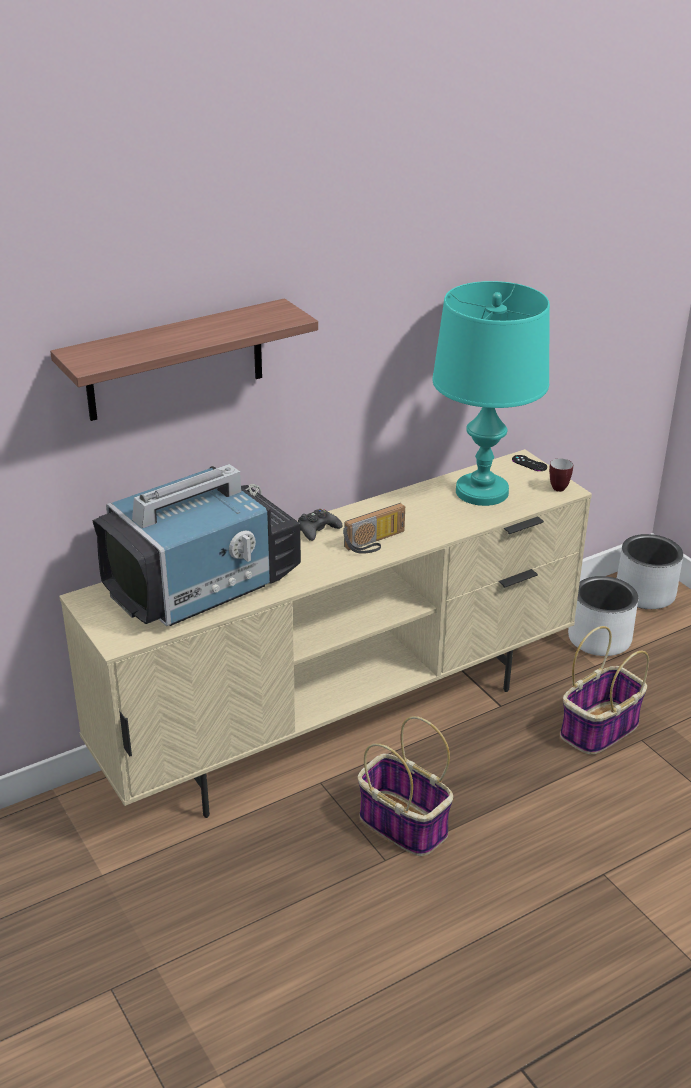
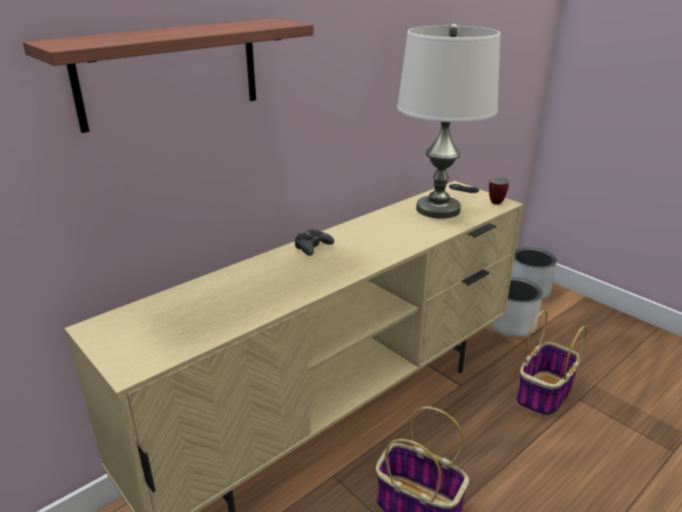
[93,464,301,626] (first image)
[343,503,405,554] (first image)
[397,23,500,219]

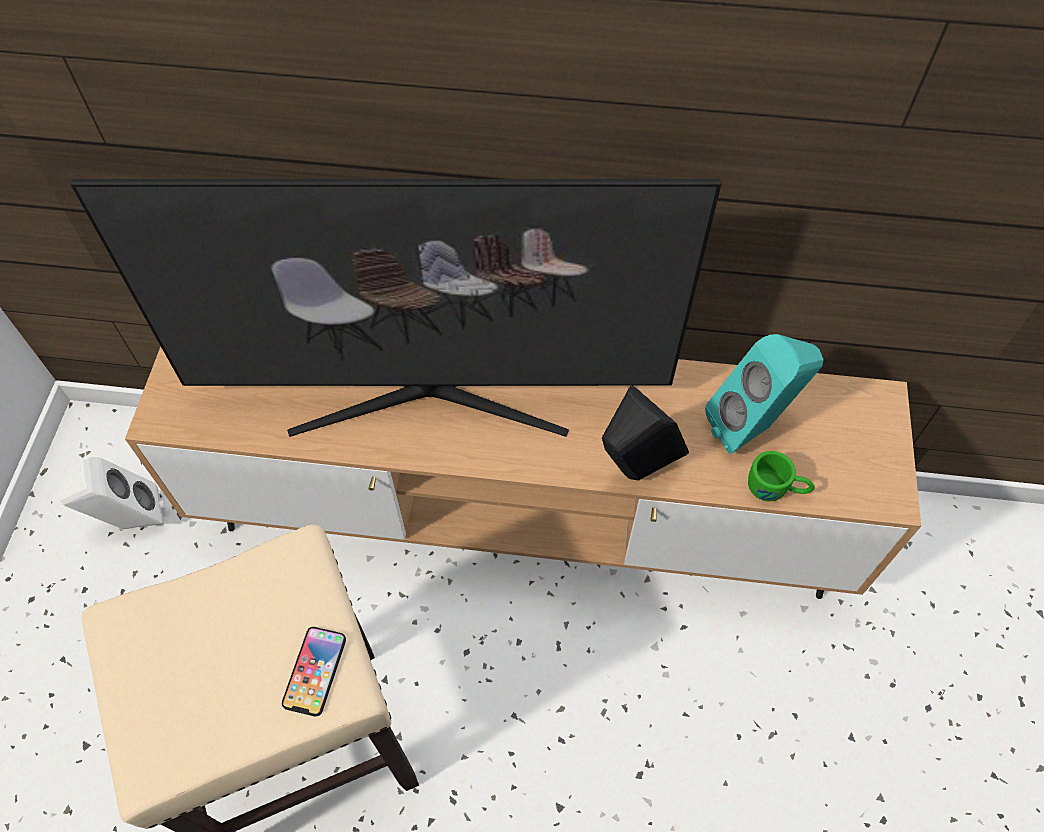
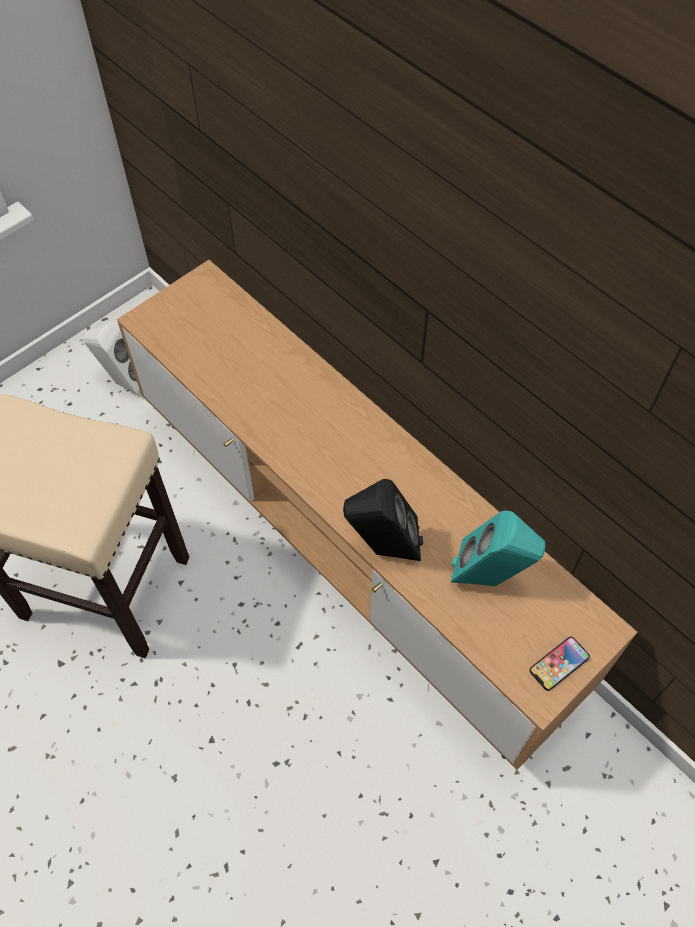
[70,179,722,437] (first image)
[529,637,590,691]
[748,451,815,502] (first image)

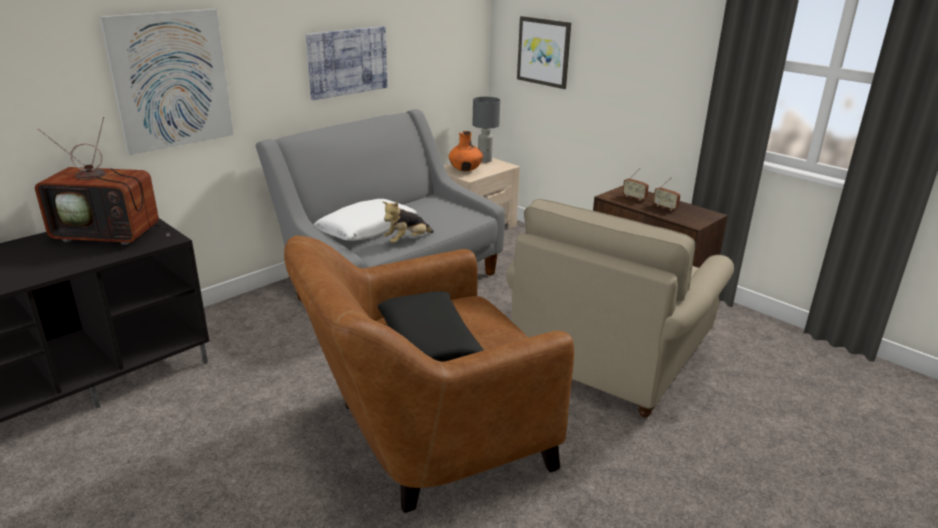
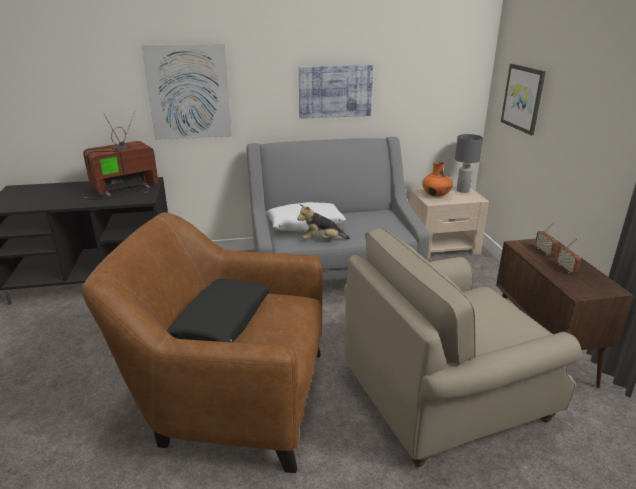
[83,111,158,200]

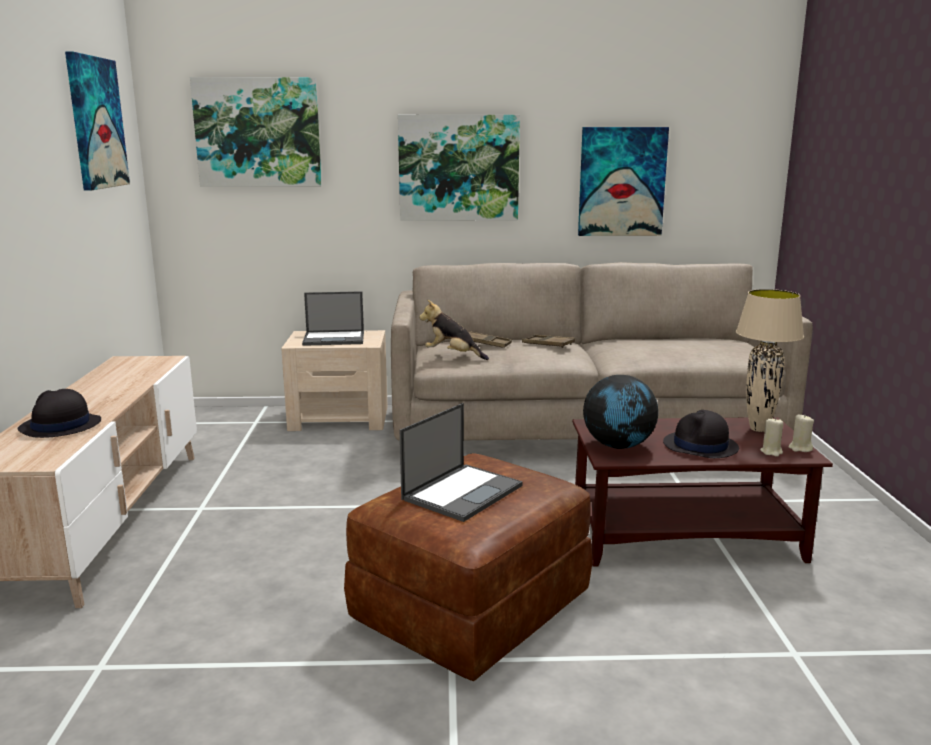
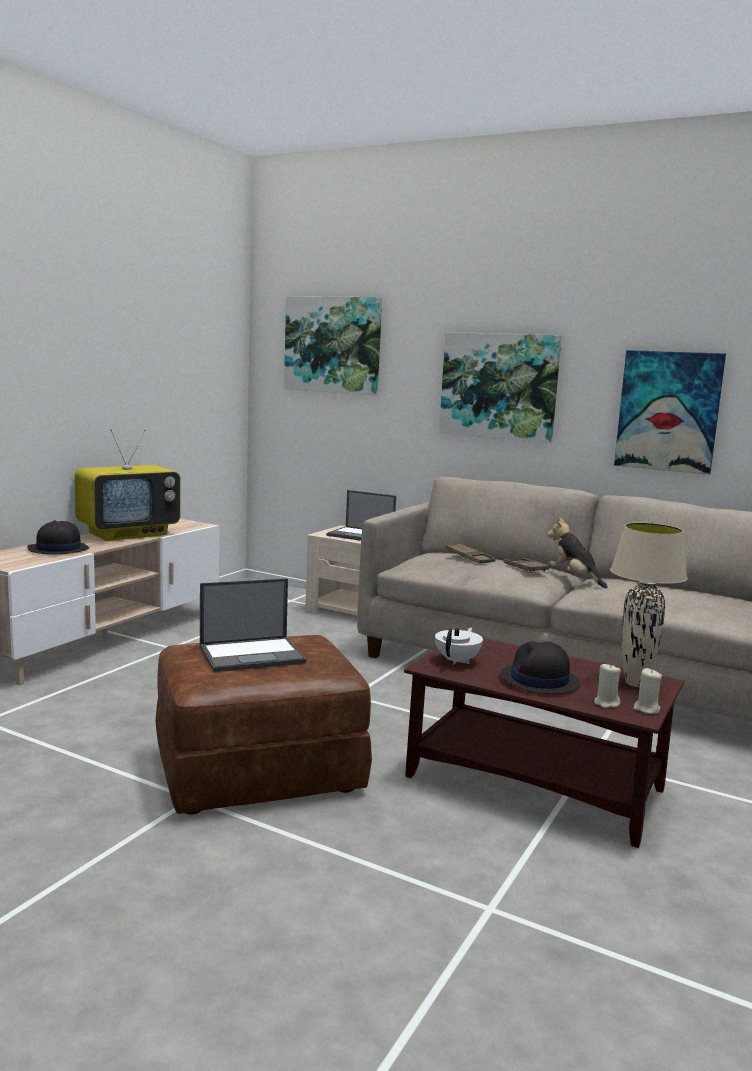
[65,51,130,191] (first image)
[547,518,608,588]
[435,627,483,665]
[75,429,181,541]

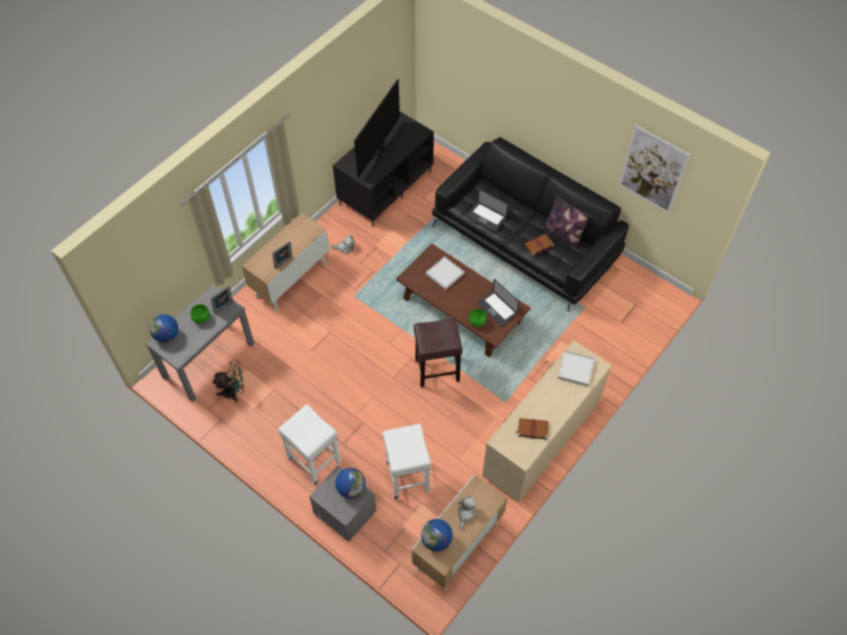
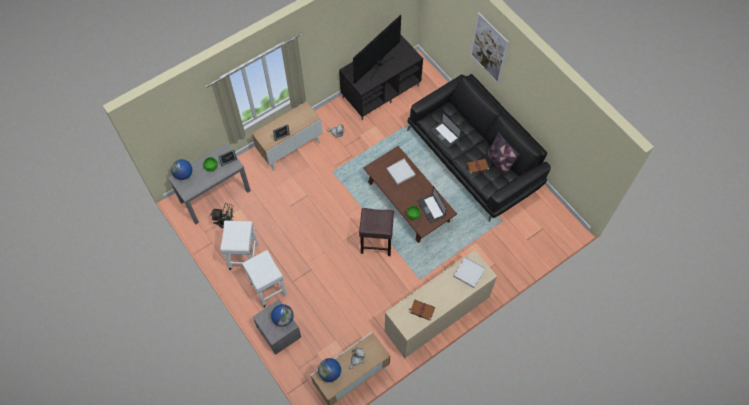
[220,221,258,270]
[470,12,509,84]

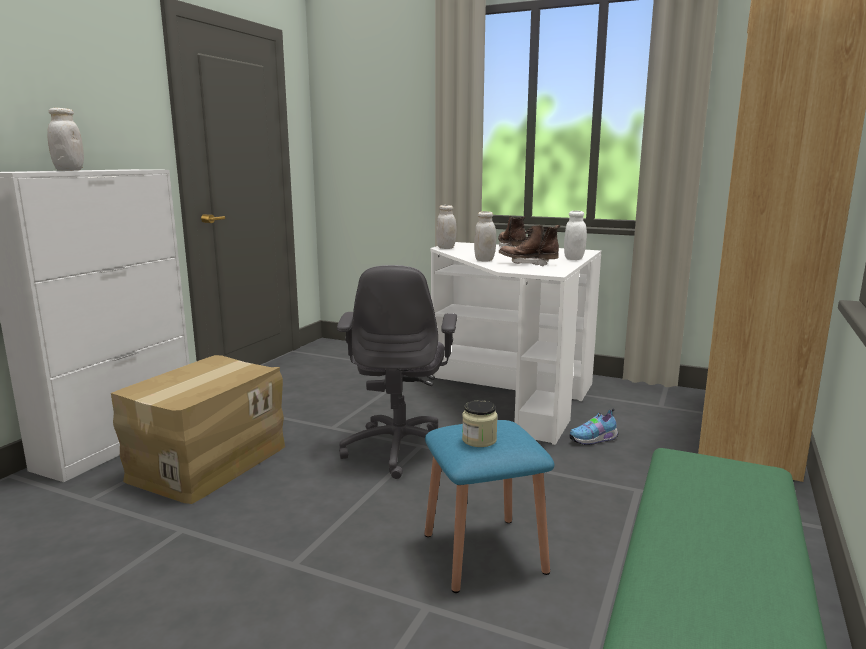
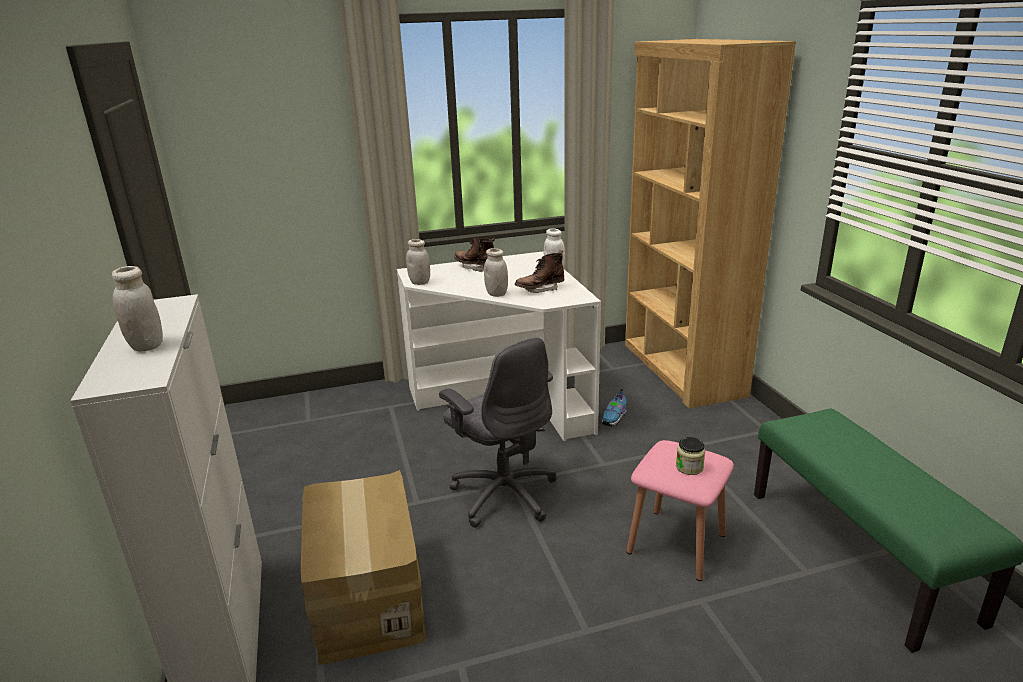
[627,440,734,581]

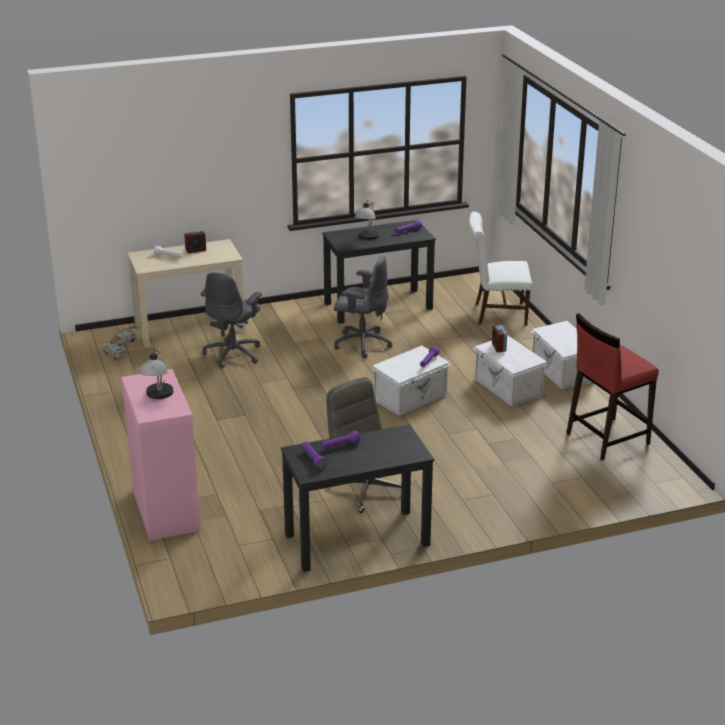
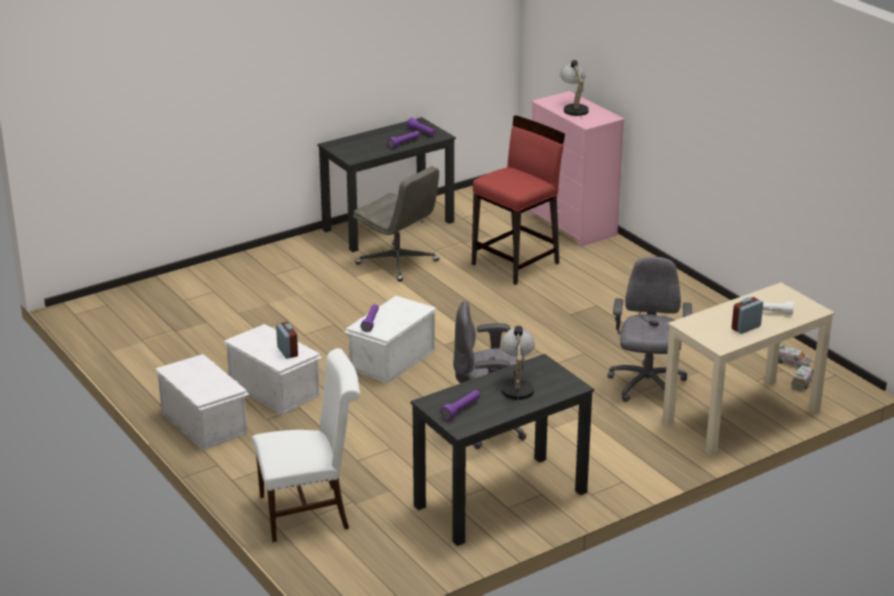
[472,115,565,285]

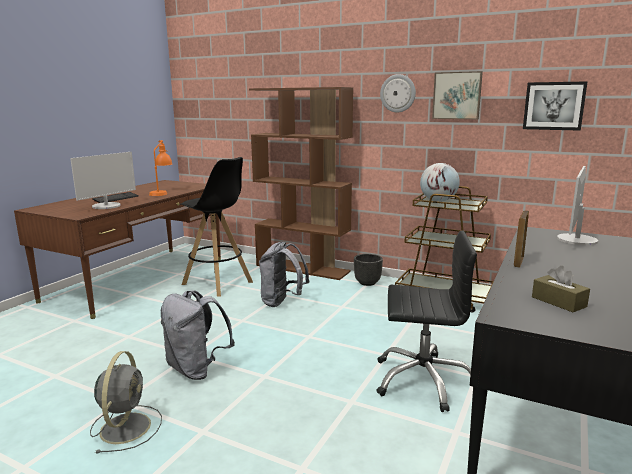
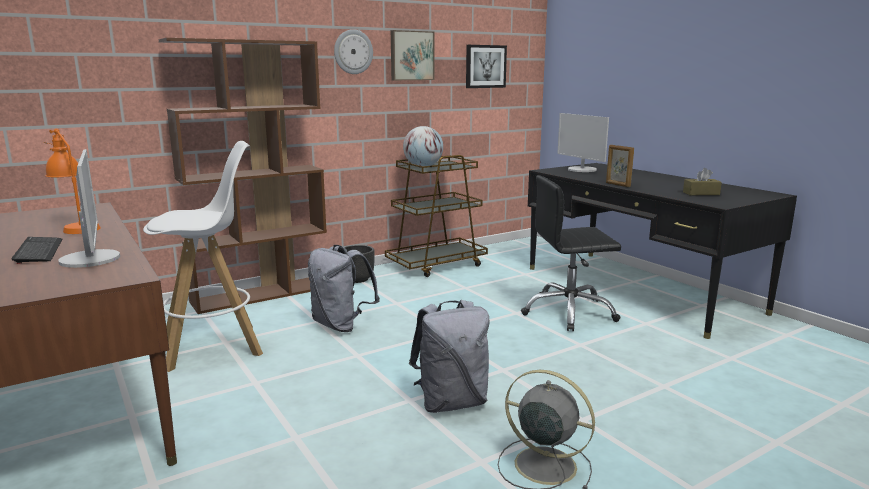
[143,141,263,372]
[521,175,621,331]

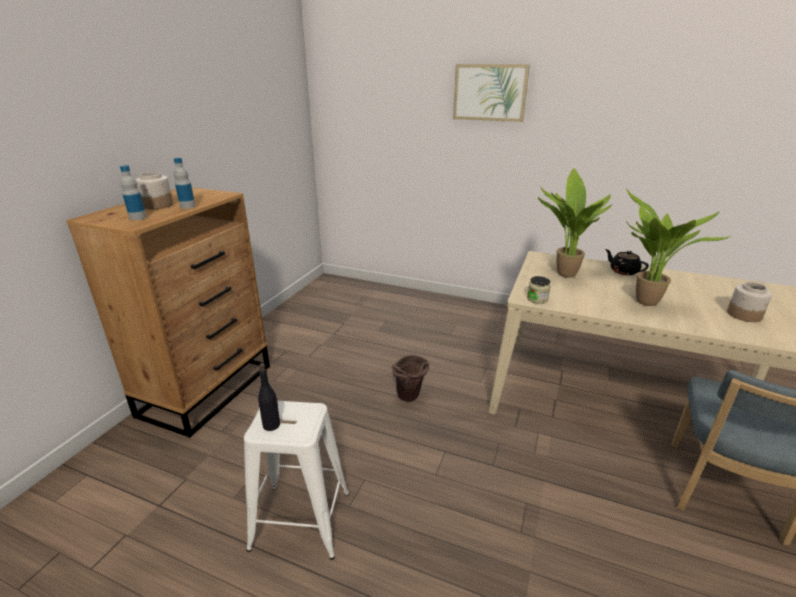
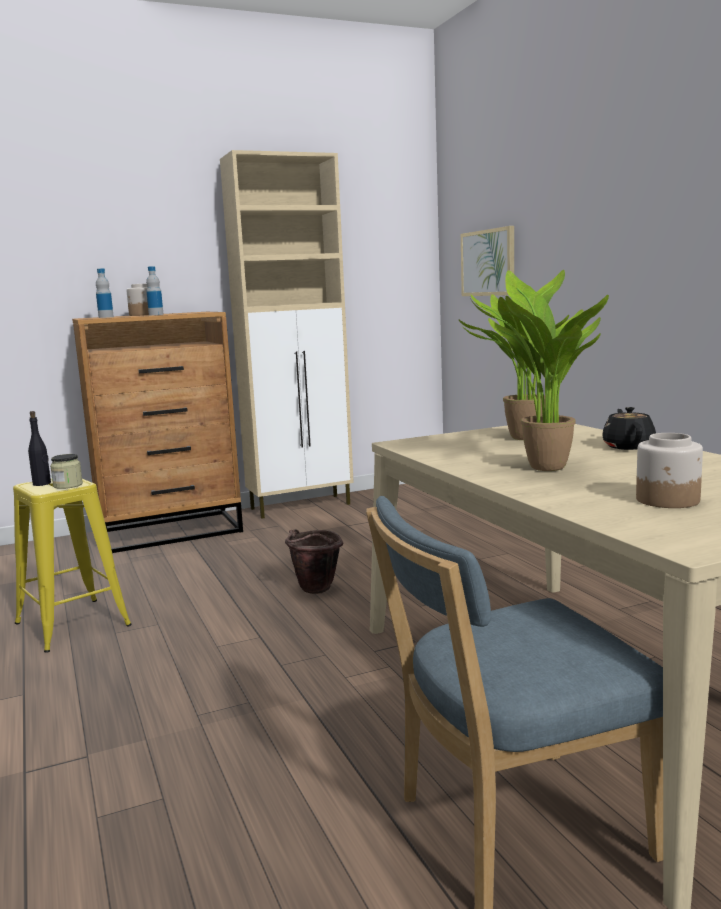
[13,478,132,652]
[461,226,514,296]
[50,454,83,489]
[220,150,354,518]

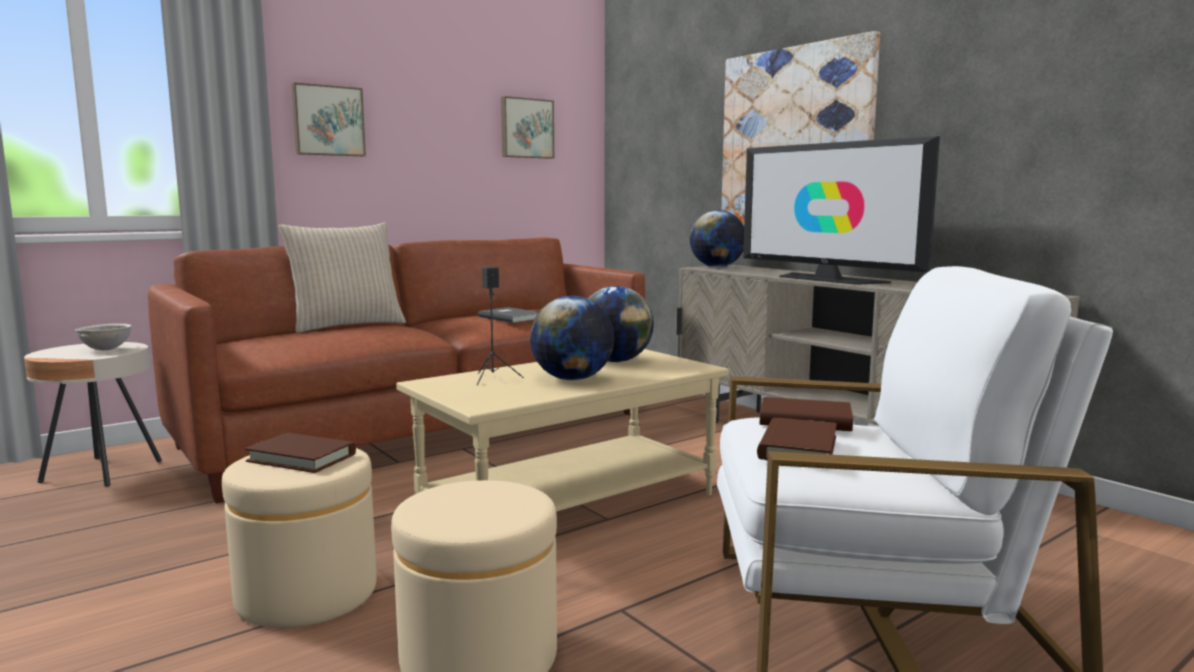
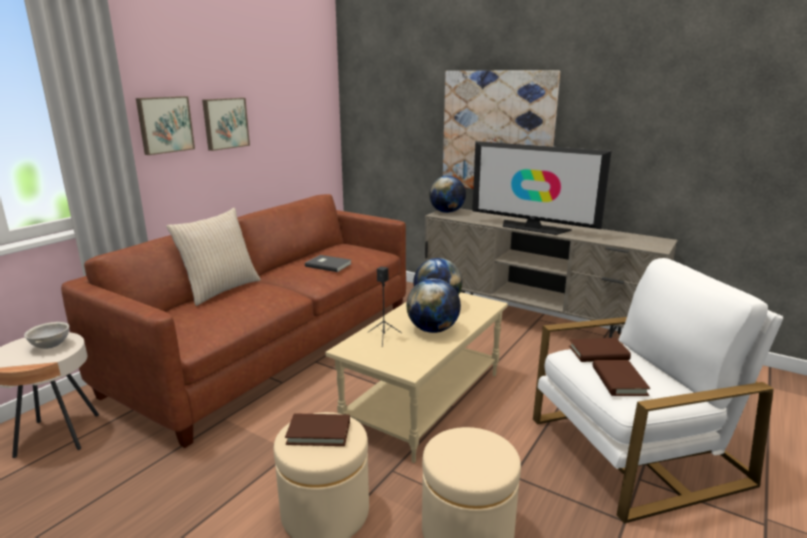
[202,98,250,151]

